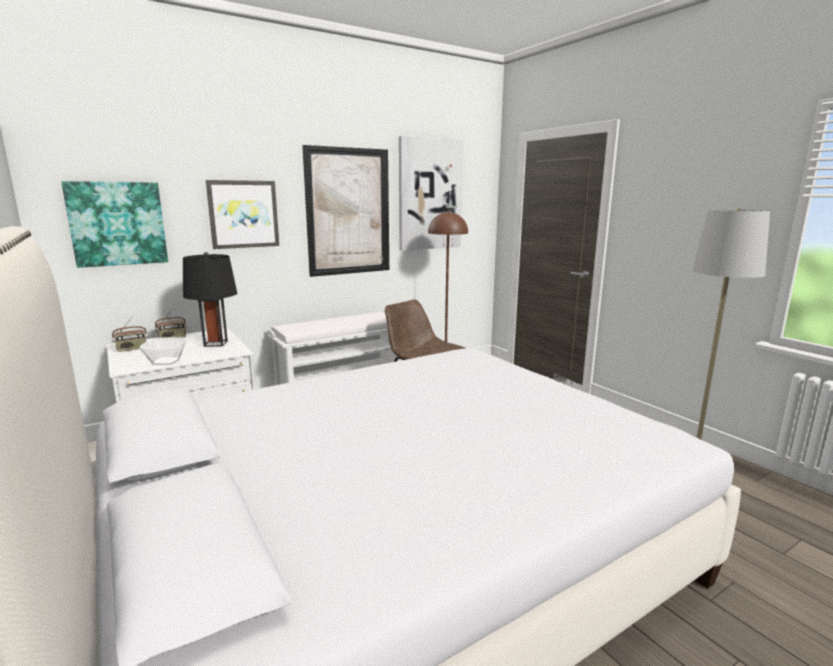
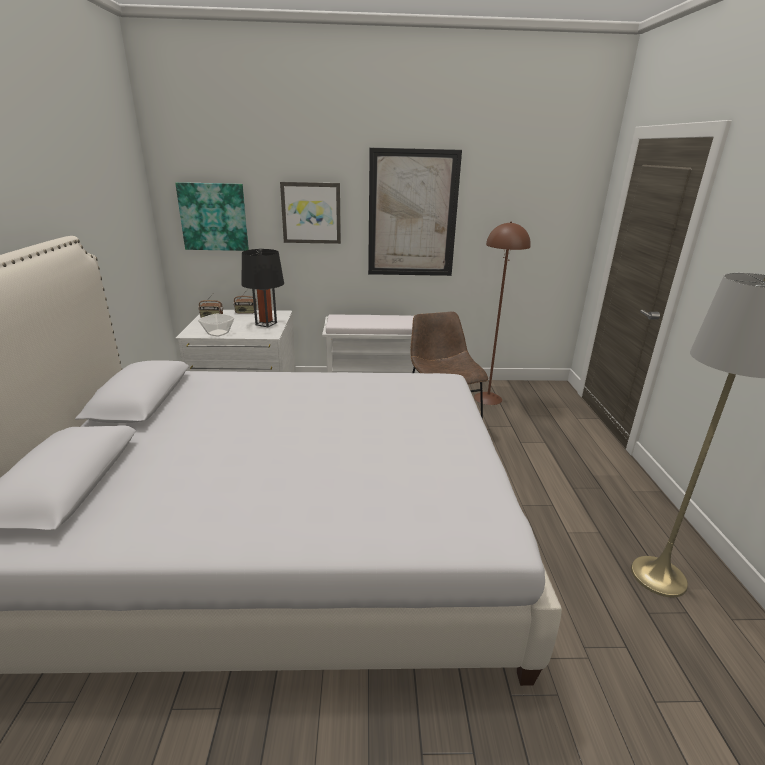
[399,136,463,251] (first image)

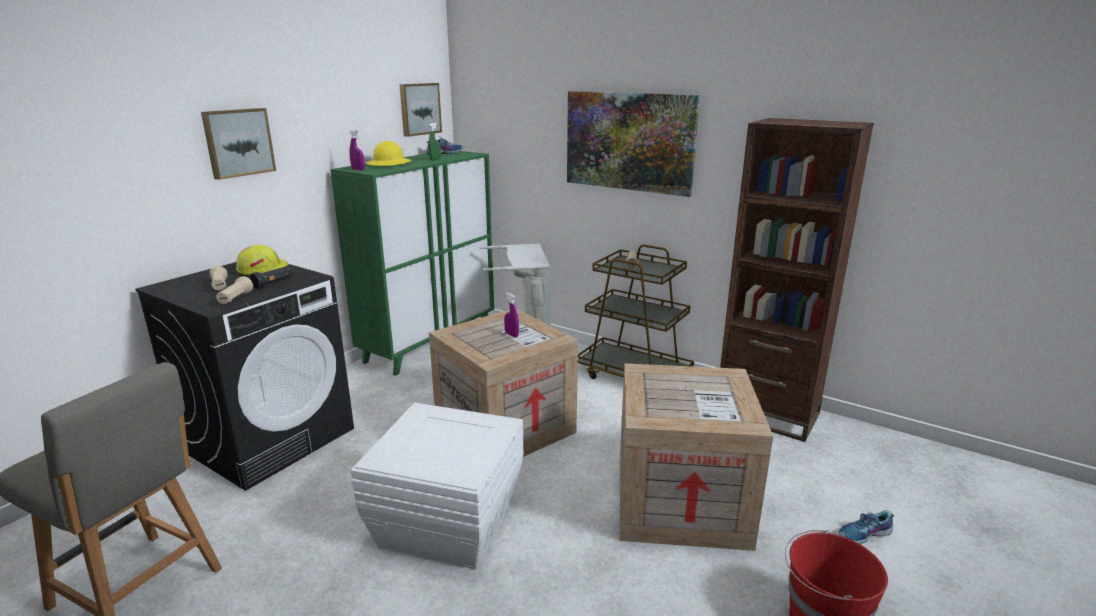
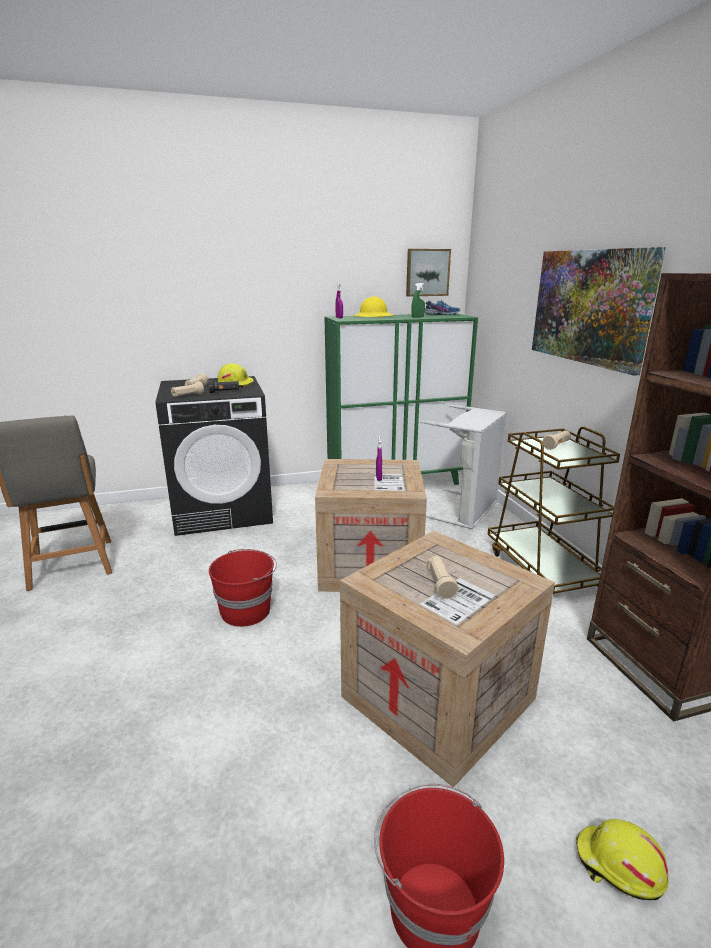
[201,108,276,180] (first image)
[209,549,277,627]
[576,819,669,900]
[428,556,459,599]

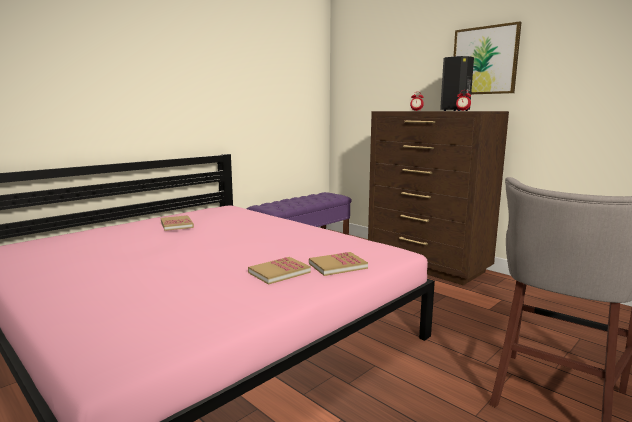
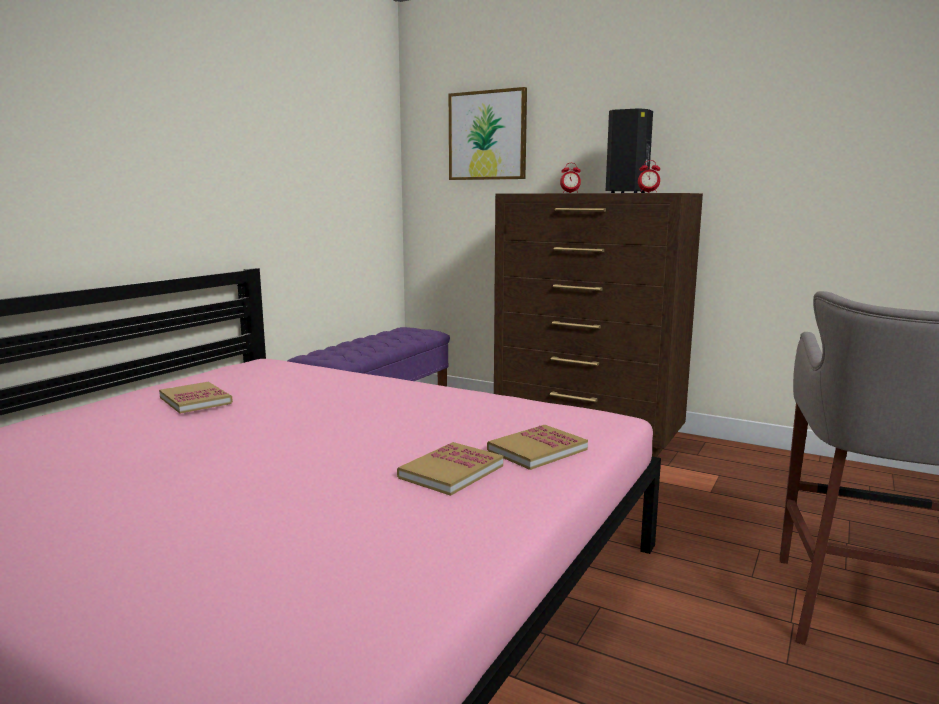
[449,87,527,180]

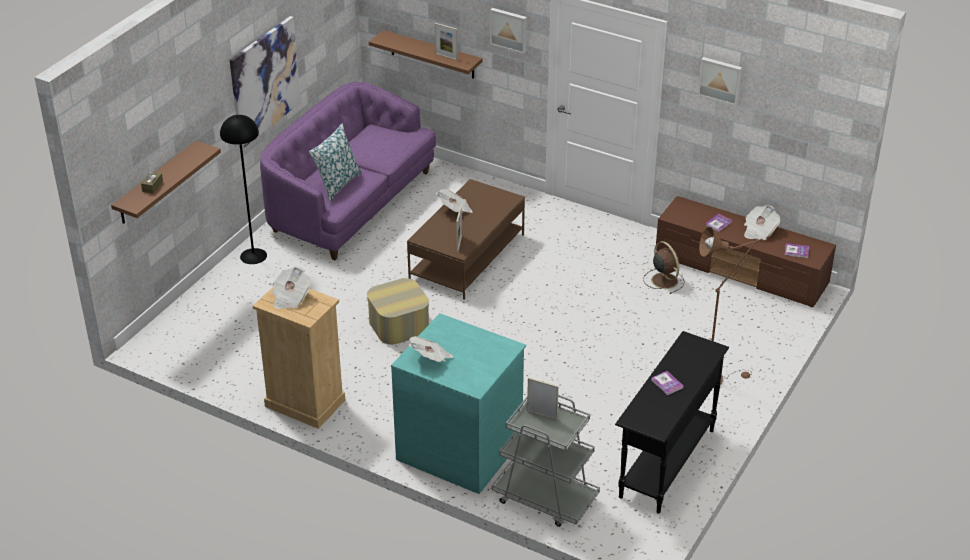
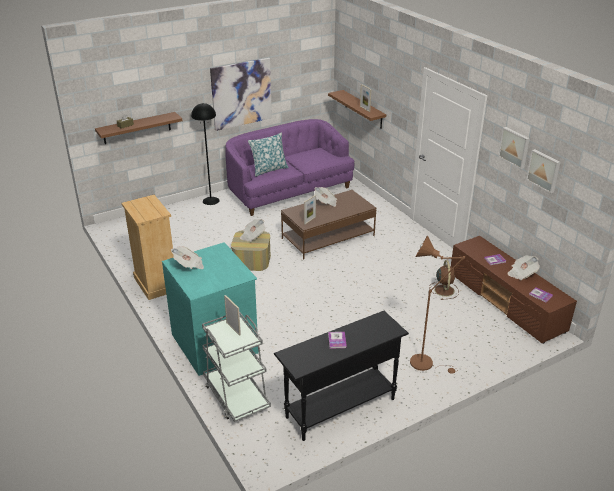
[240,219,266,242]
[526,149,560,193]

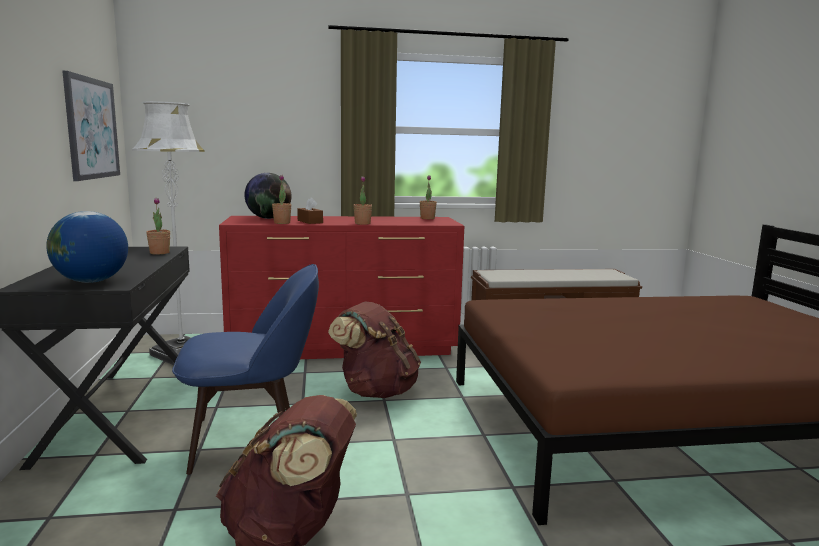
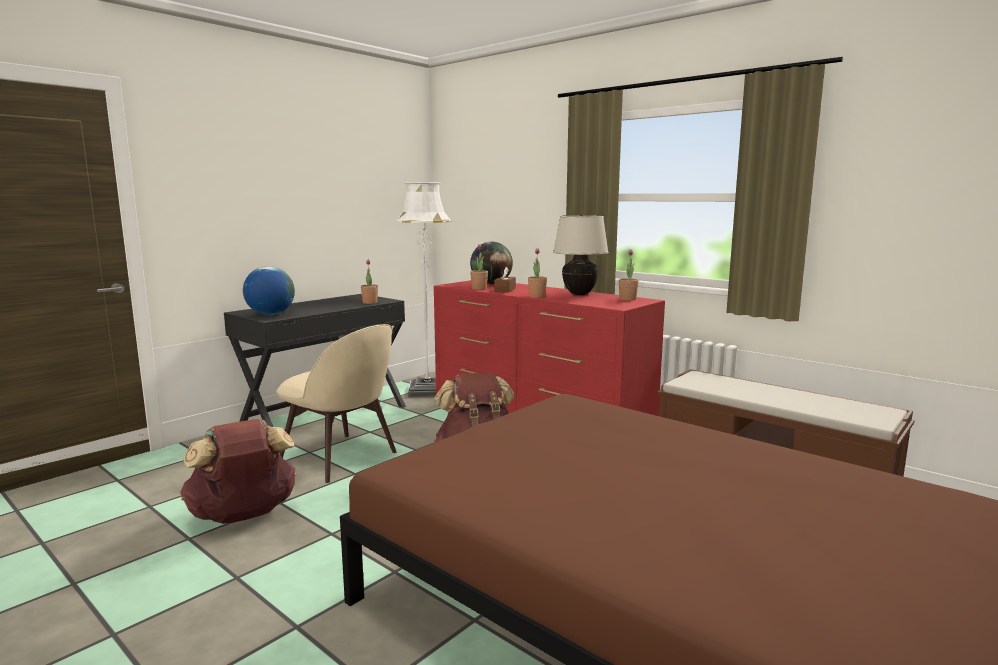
[62,71,120,181] (first image)
[277,324,396,483]
[553,214,609,295]

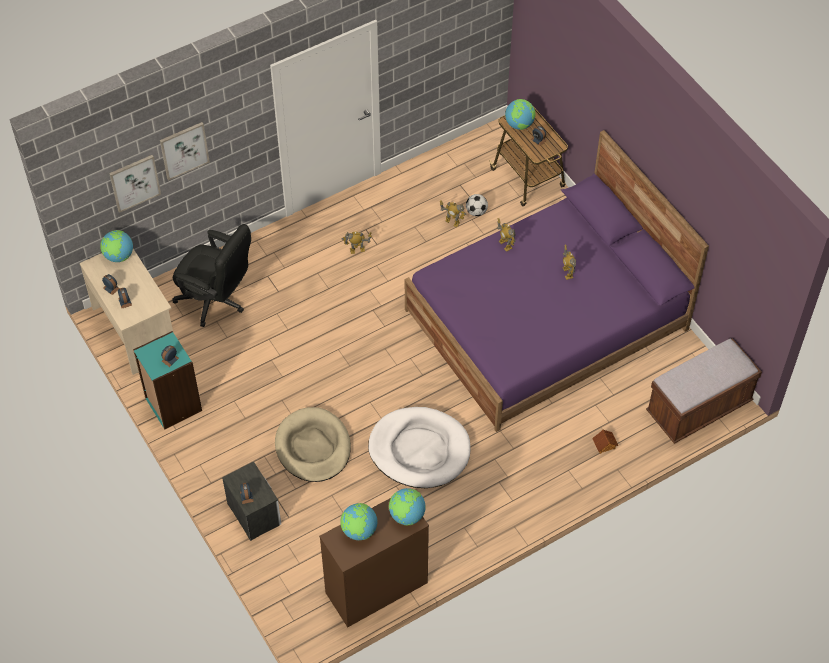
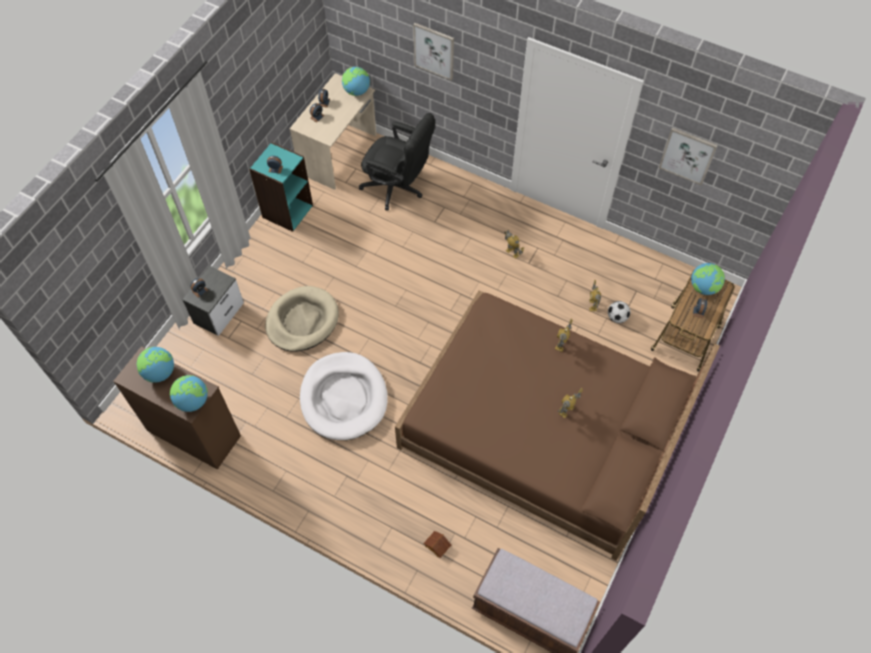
[659,128,718,185]
[359,113,435,211]
[395,290,720,561]

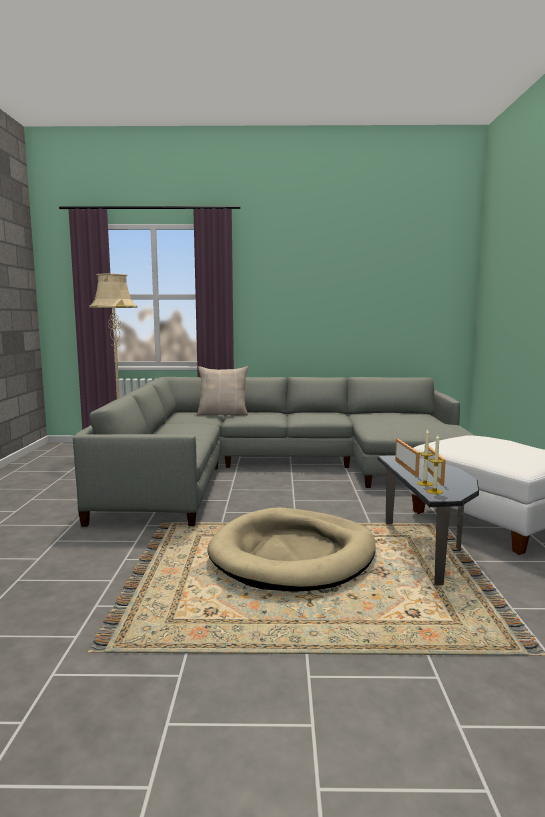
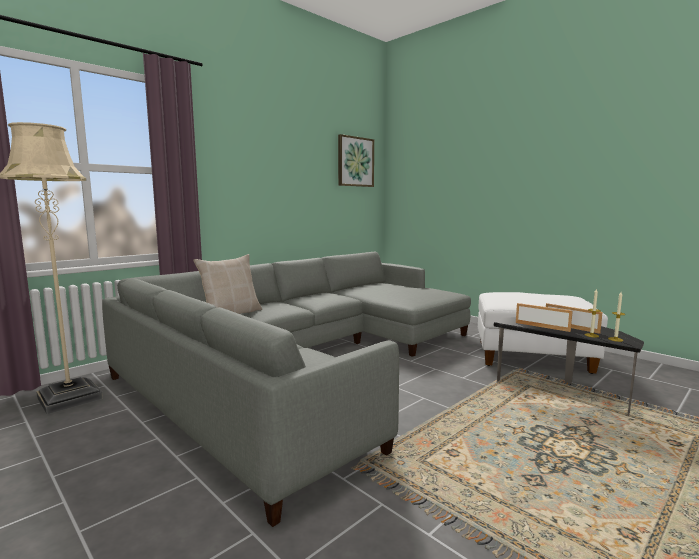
[207,508,376,591] (first image)
[338,134,374,187]

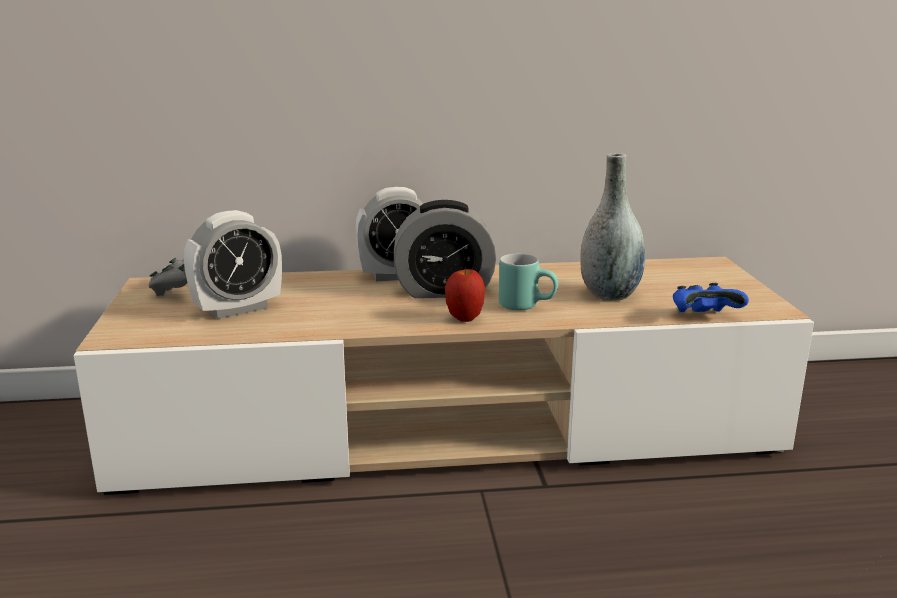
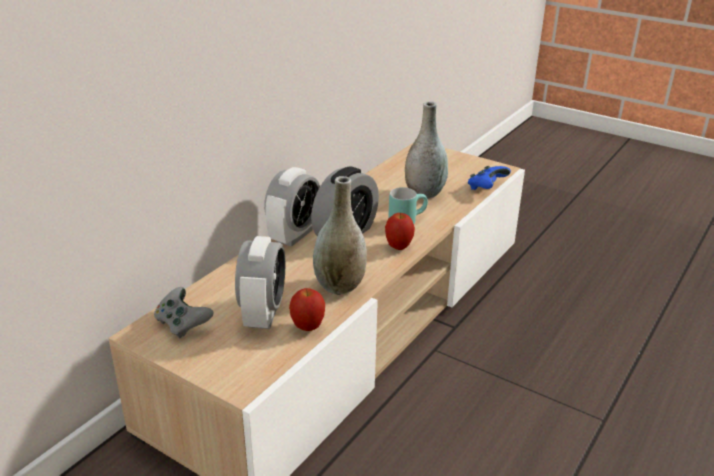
[289,288,325,331]
[313,176,367,295]

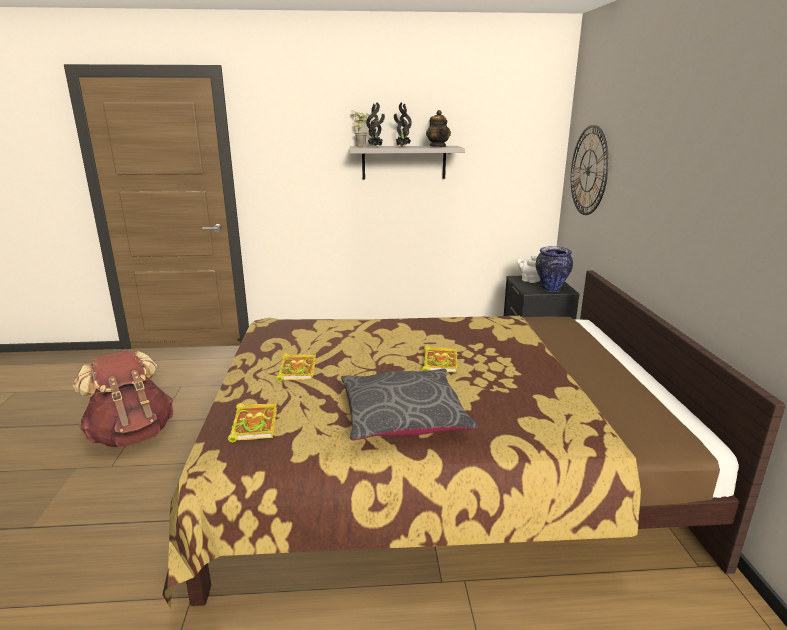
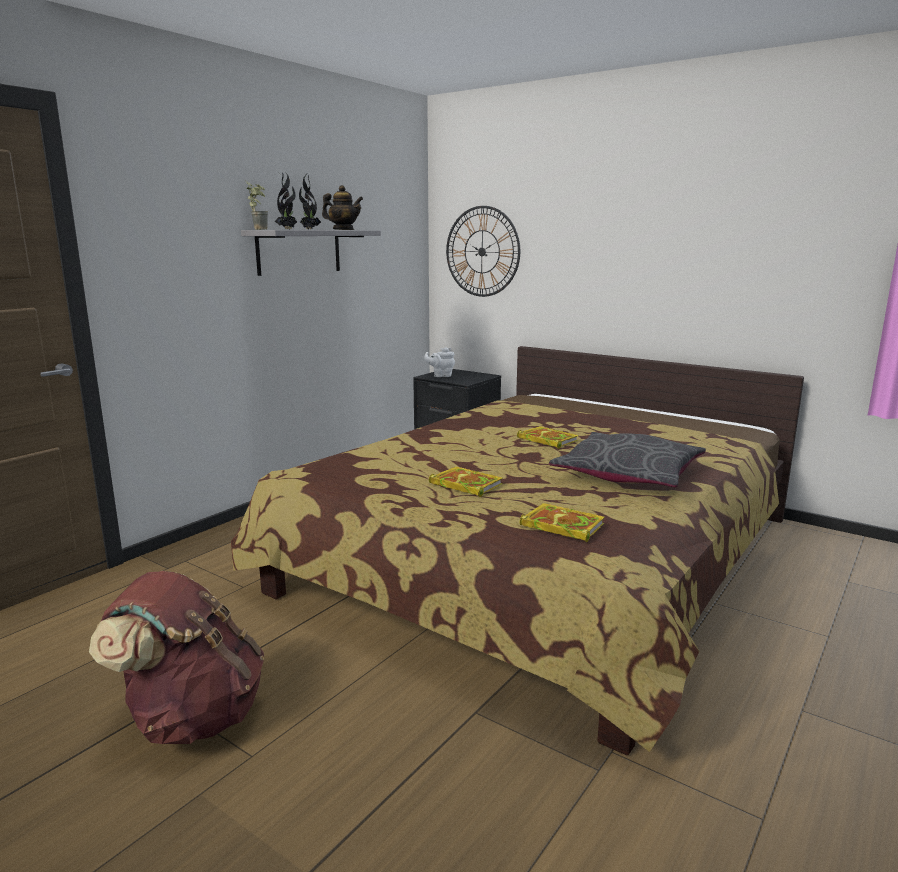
[536,246,573,292] (first image)

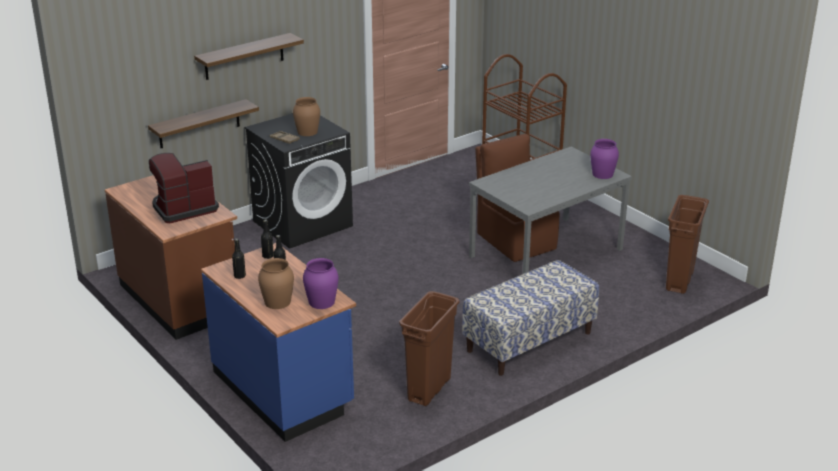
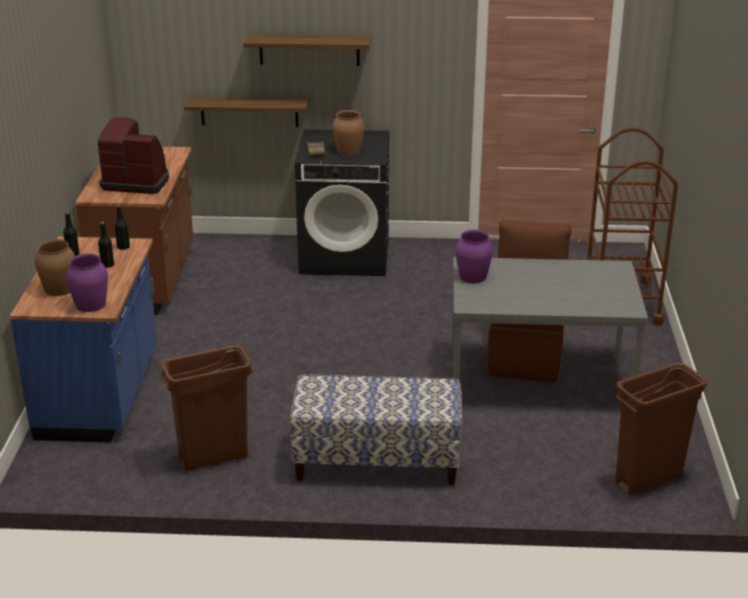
[456,230,493,283]

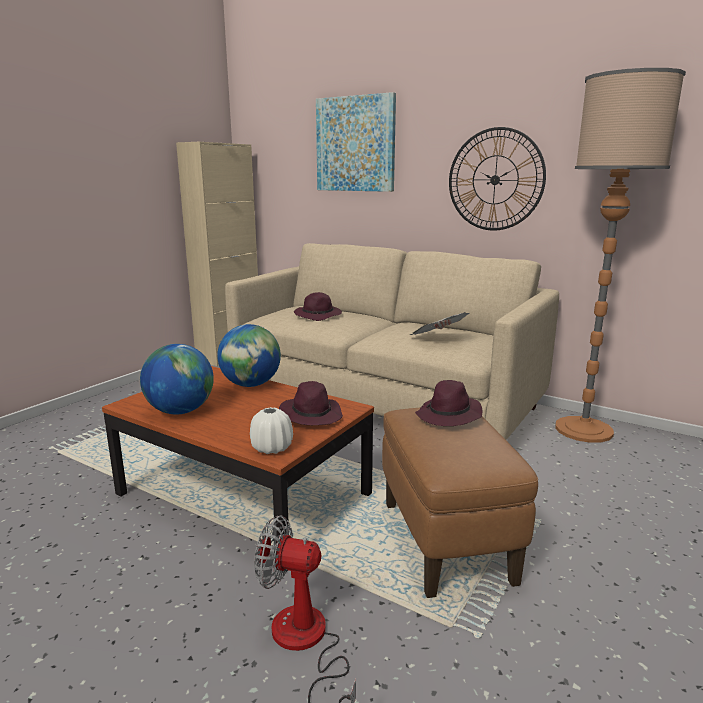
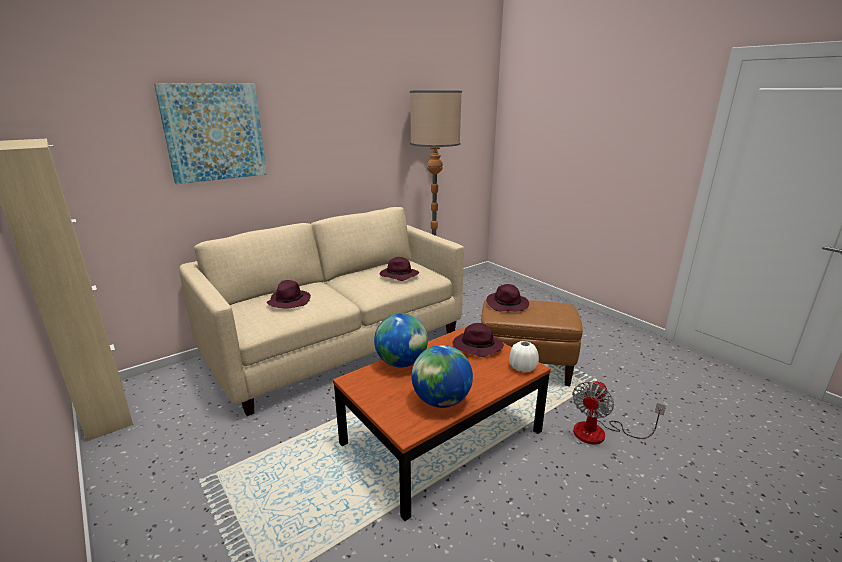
[379,257,419,281]
[449,127,546,230] (first image)

